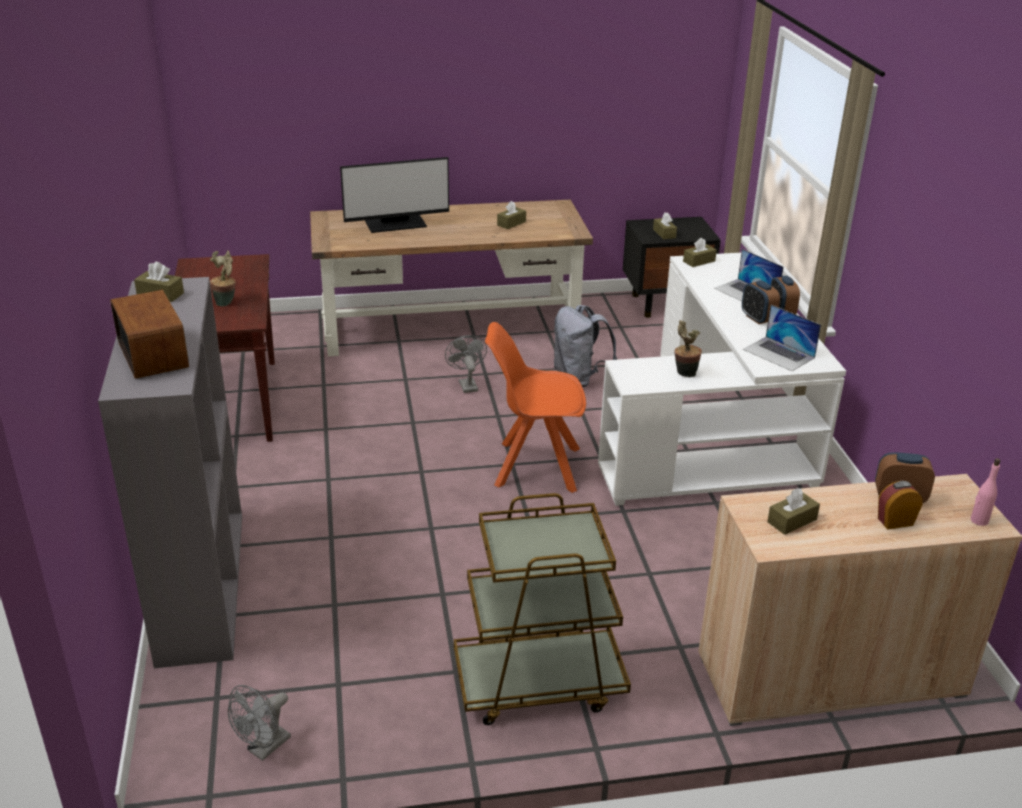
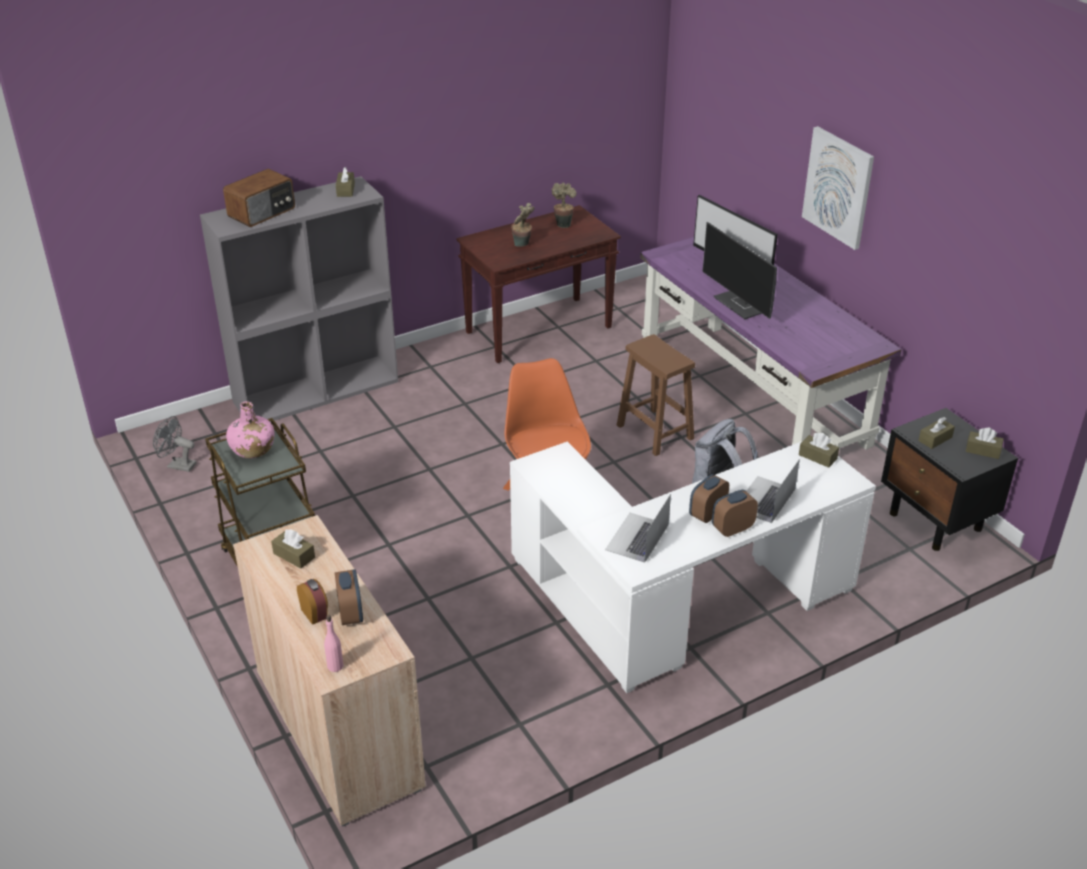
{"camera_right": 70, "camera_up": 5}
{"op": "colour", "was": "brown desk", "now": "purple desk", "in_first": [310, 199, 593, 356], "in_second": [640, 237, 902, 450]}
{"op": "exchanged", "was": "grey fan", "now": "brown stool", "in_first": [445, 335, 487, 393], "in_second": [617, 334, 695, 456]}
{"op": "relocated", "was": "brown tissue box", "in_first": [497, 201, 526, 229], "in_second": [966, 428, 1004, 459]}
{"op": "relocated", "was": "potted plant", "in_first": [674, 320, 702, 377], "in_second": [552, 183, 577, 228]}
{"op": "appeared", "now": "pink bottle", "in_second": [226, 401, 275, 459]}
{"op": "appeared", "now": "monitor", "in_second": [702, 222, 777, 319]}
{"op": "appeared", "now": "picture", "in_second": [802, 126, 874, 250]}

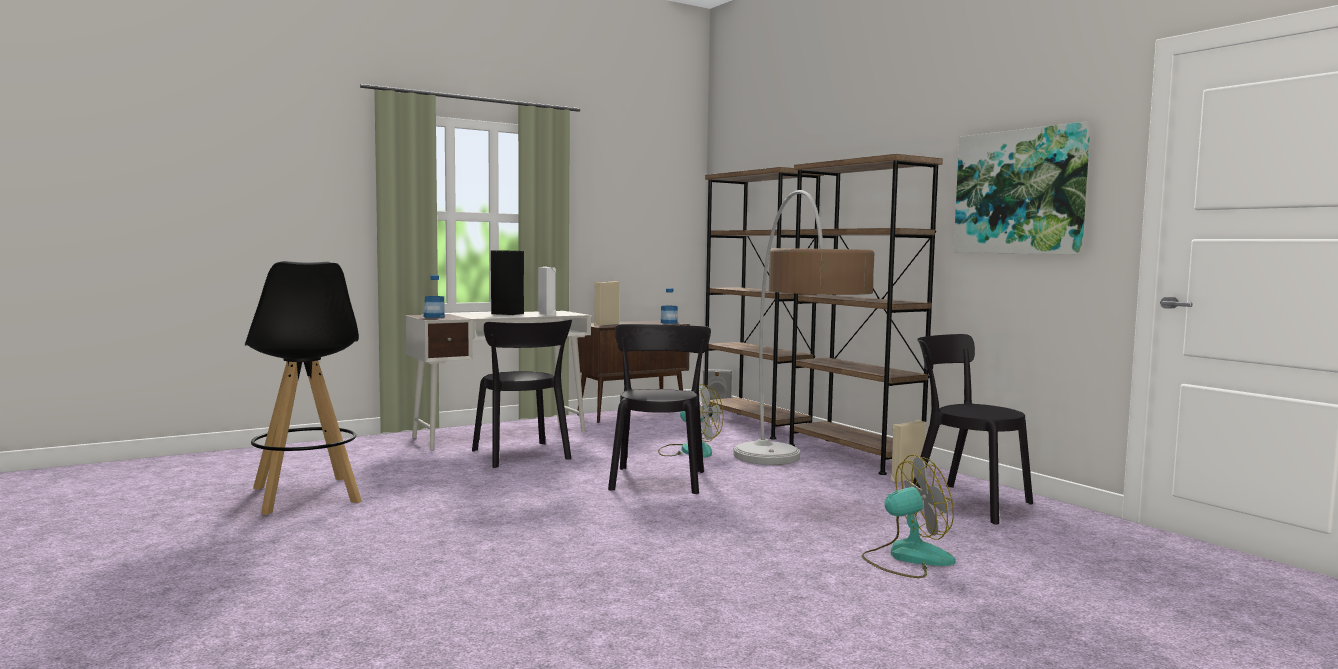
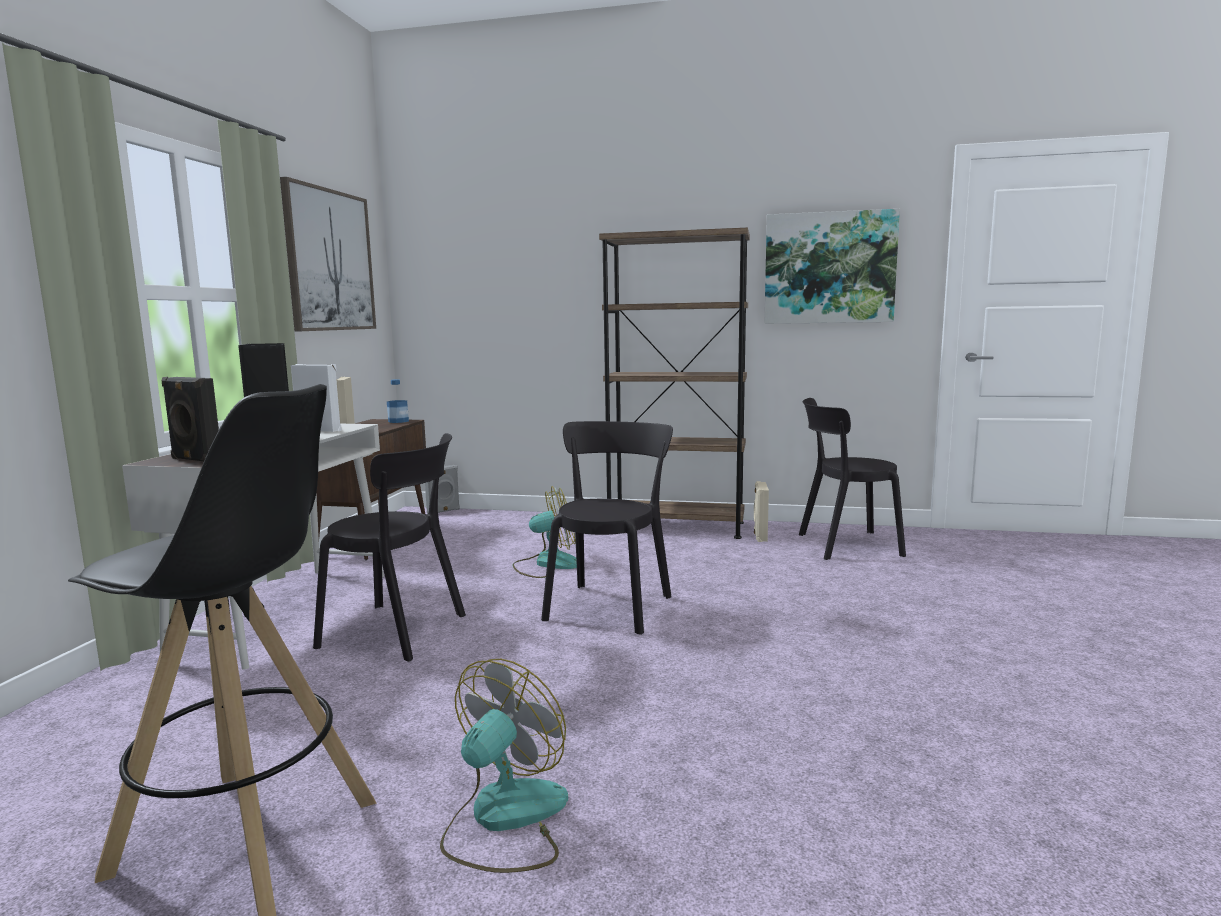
{"camera_right": -45, "camera_up": 5}
{"op": "exchanged", "was": "bottle", "now": "black speaker", "in_first": [424, 275, 445, 318], "in_second": [161, 377, 219, 462]}
{"op": "spun", "was": "black chair", "in_first": [608, 324, 711, 494], "in_second": [541, 421, 673, 635], "clockwise": 60}
{"op": "missing", "was": "brown bookcase", "in_first": [704, 167, 824, 440]}
{"op": "missing", "was": "floor lamp", "in_first": [733, 190, 874, 465]}
{"op": "relocated", "was": "fan", "in_first": [862, 455, 955, 578], "in_second": [440, 659, 568, 873]}
{"op": "appeared", "now": "picture", "in_second": [280, 177, 376, 331]}

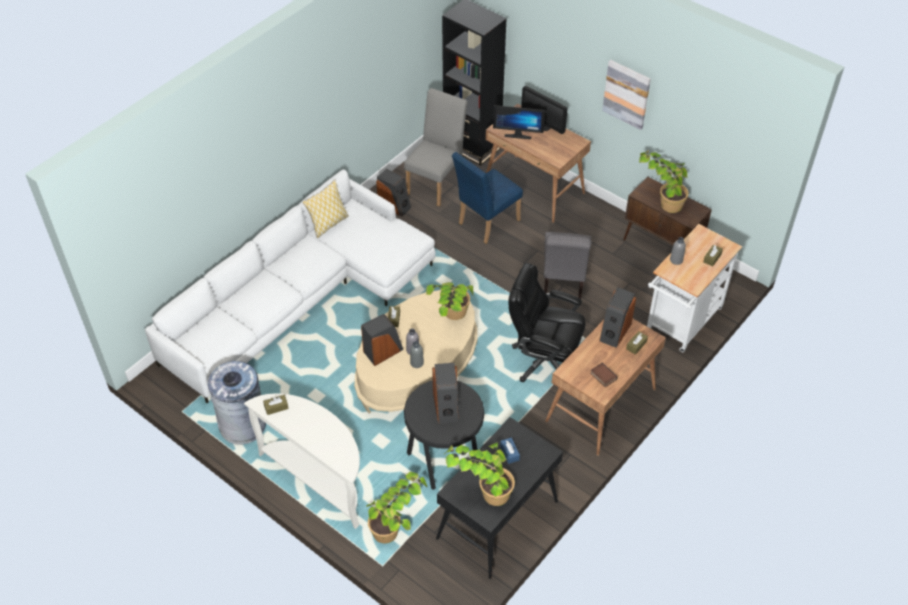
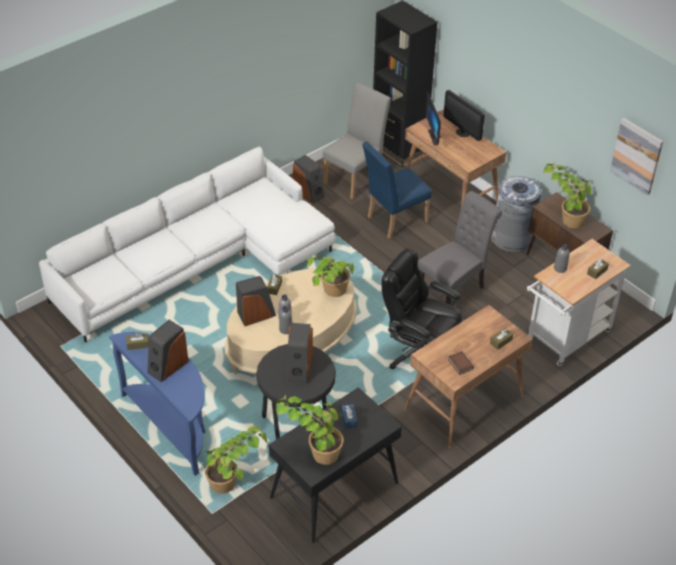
{"camera_right": 10, "camera_up": -5}
{"op": "relocated", "was": "grey trash can", "in_first": [208, 361, 266, 445], "in_second": [492, 176, 541, 253]}
{"op": "colour", "was": "white console table", "now": "blue console table", "in_first": [244, 394, 360, 529], "in_second": [109, 332, 206, 476]}
{"op": "missing", "was": "pillow", "in_first": [303, 180, 349, 238]}
{"op": "spun", "was": "monitor", "in_first": [493, 105, 545, 139], "in_second": [426, 92, 442, 146], "clockwise": 60}
{"op": "spun", "was": "grey chair", "in_first": [544, 232, 591, 299], "in_second": [418, 191, 502, 304], "clockwise": -150}
{"op": "relocated", "was": "speaker", "in_first": [599, 287, 636, 348], "in_second": [147, 320, 189, 382]}
{"op": "relocated", "was": "picture", "in_first": [602, 60, 651, 130], "in_second": [610, 118, 663, 195]}

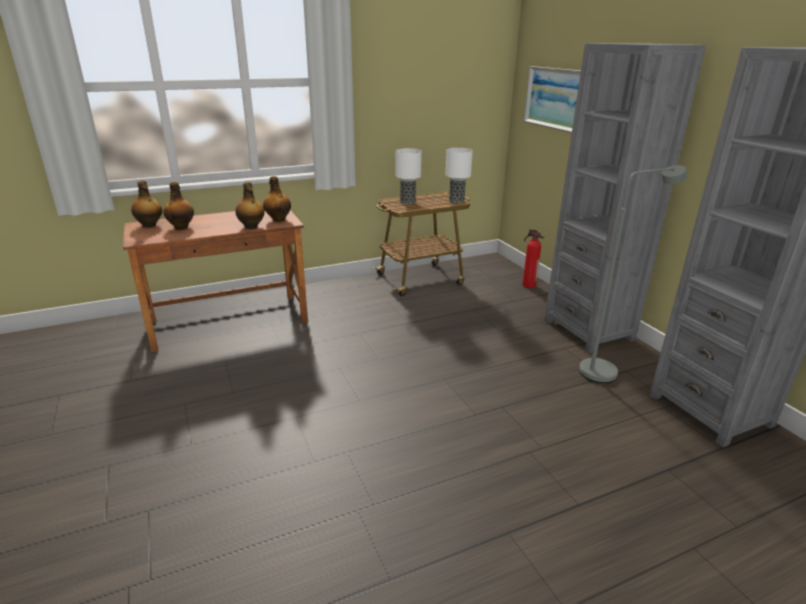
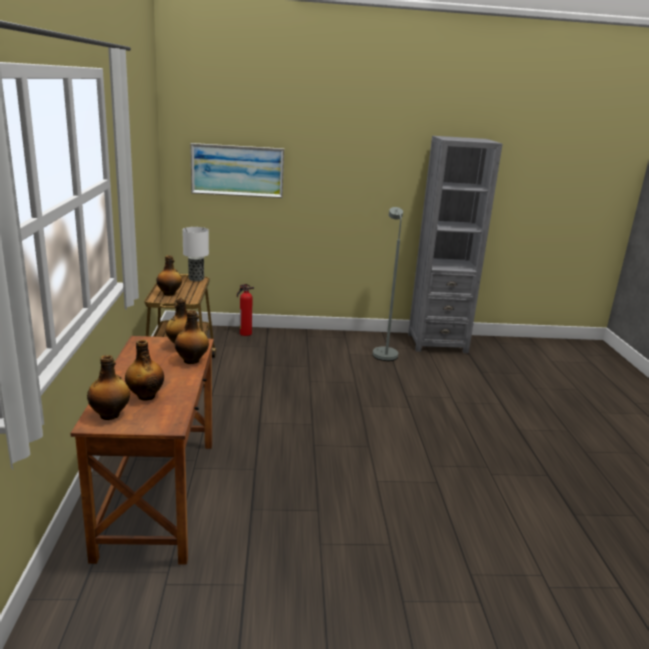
{"camera_right": -70, "camera_up": -5}
{"op": "exchanged", "was": "table lamp", "now": "bottle", "in_first": [396, 148, 422, 204], "in_second": [156, 255, 182, 296]}
{"op": "missing", "was": "grey bookcase", "in_first": [544, 43, 706, 353]}

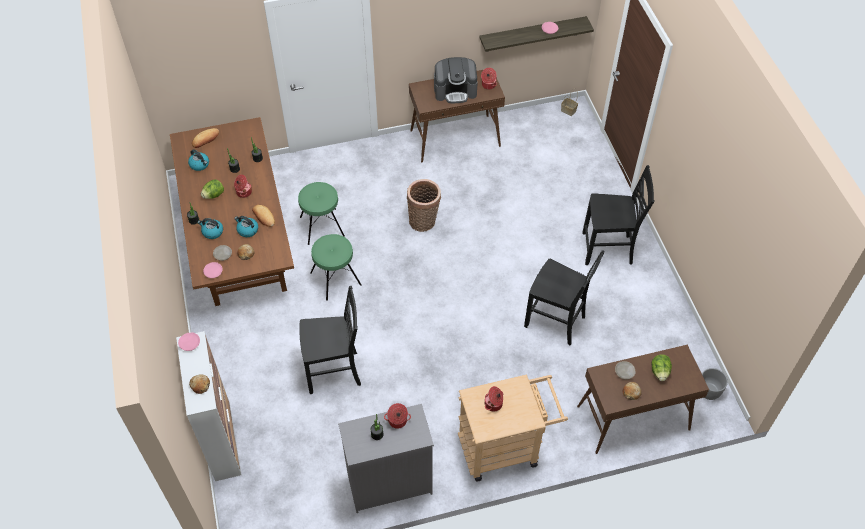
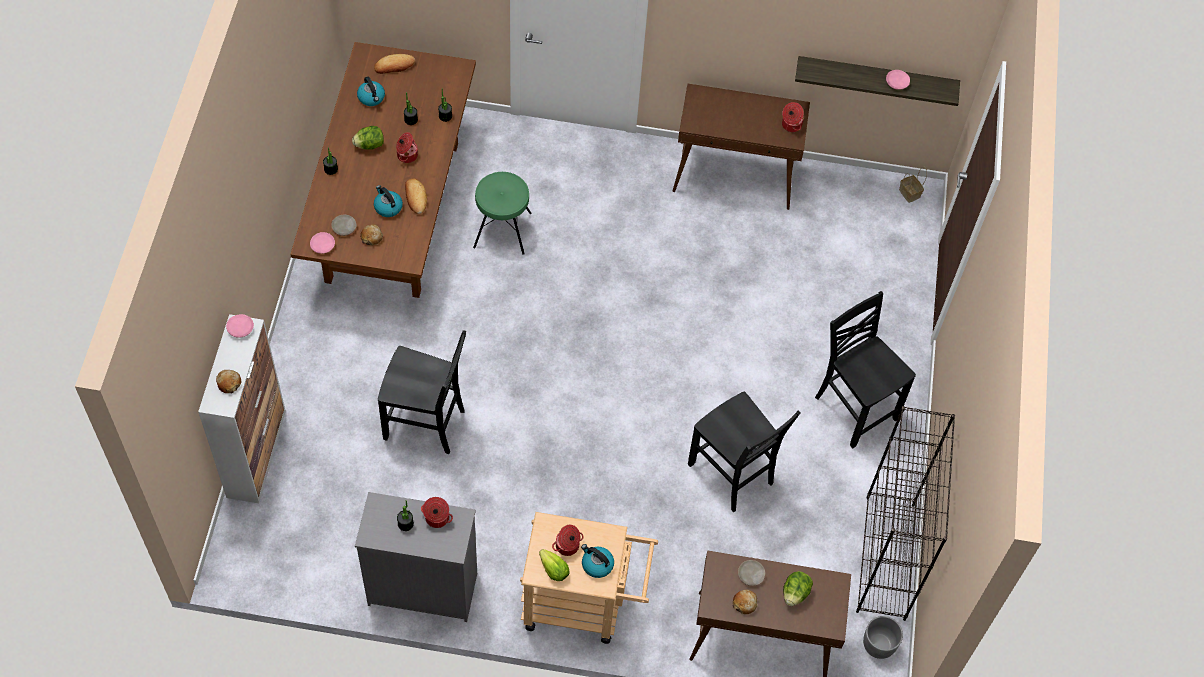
{"camera_right": 20, "camera_up": 5}
{"op": "relocated", "was": "kettle", "in_first": [198, 218, 223, 239], "in_second": [581, 544, 614, 578]}
{"op": "missing", "was": "green stool", "in_first": [310, 234, 362, 301]}
{"op": "missing", "was": "basket", "in_first": [407, 179, 441, 232]}
{"op": "missing", "was": "coffee machine", "in_first": [434, 57, 478, 103]}
{"op": "spun", "was": "black chair", "in_first": [583, 165, 655, 265], "in_second": [815, 291, 916, 448], "clockwise": -150}
{"op": "appeared", "now": "lettuce", "in_second": [539, 549, 570, 581]}
{"op": "appeared", "now": "black bookcase", "in_second": [856, 406, 955, 621]}

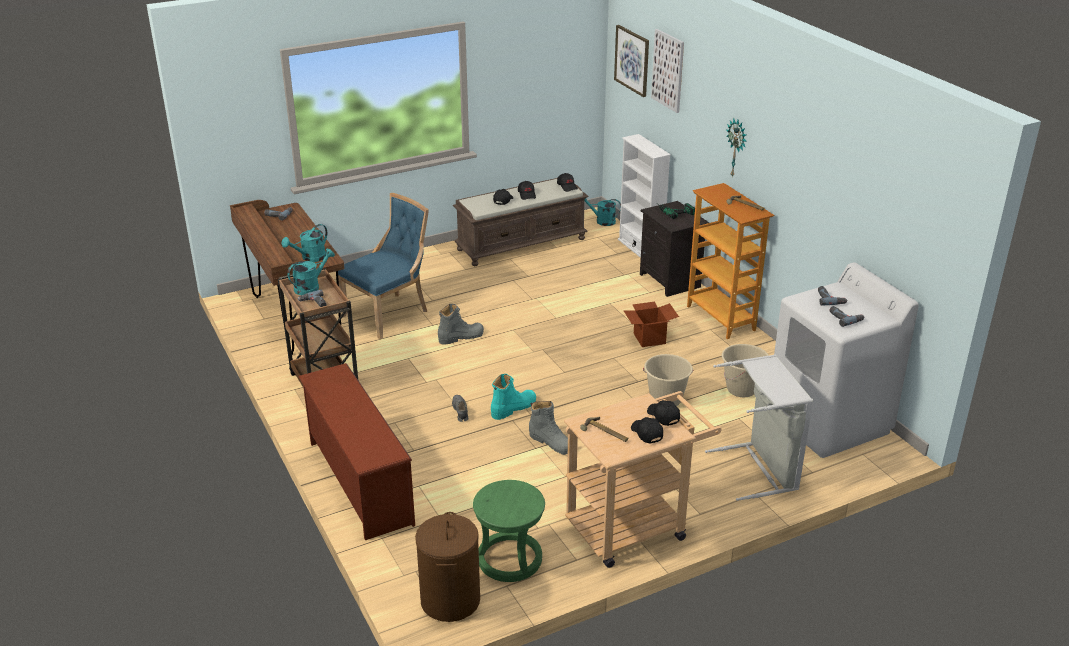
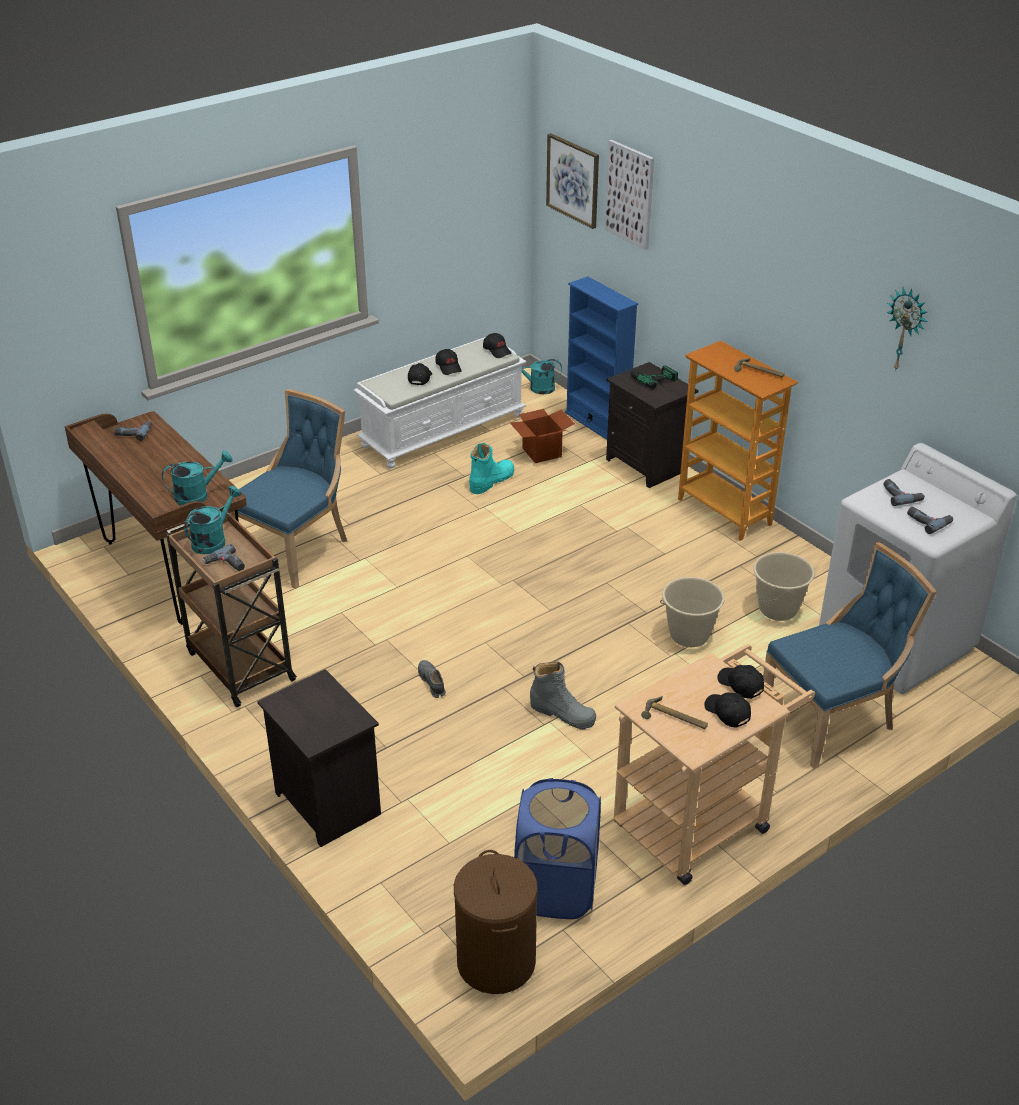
{"camera_right": -10, "camera_up": 5}
{"op": "spun", "was": "turquoise watering can", "in_first": [282, 224, 327, 262], "in_second": [162, 450, 233, 506], "clockwise": -150}
{"op": "exchanged", "was": "brown shoe rack", "now": "black nightstand", "in_first": [299, 363, 415, 540], "in_second": [257, 669, 381, 847]}
{"op": "missing", "was": "grey boot", "in_first": [438, 304, 484, 345]}
{"op": "colour", "was": "brown bench", "now": "white bench", "in_first": [453, 178, 589, 266], "in_second": [353, 337, 527, 468]}
{"op": "exchanged", "was": "green stool", "now": "blue laundry basket", "in_first": [473, 480, 545, 582], "in_second": [514, 778, 601, 919]}
{"op": "relocated", "was": "turquoise boot", "in_first": [491, 374, 536, 420], "in_second": [469, 443, 514, 494]}
{"op": "colour", "was": "white bookcase", "now": "blue bookcase", "in_first": [618, 134, 671, 258], "in_second": [565, 276, 638, 440]}
{"op": "relocated", "was": "cardboard box", "in_first": [623, 302, 679, 347], "in_second": [510, 409, 575, 463]}
{"op": "exchanged", "was": "grey laundry basket", "now": "blue chair", "in_first": [705, 355, 813, 501], "in_second": [763, 542, 937, 769]}
{"op": "relocated", "was": "wall clock", "in_first": [726, 118, 747, 176], "in_second": [887, 287, 927, 372]}

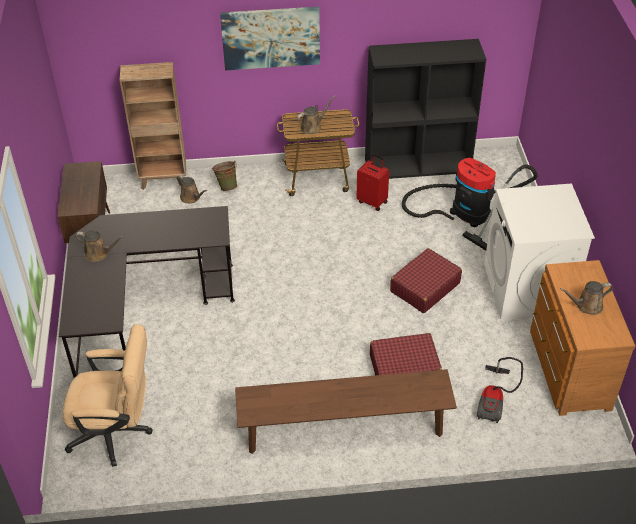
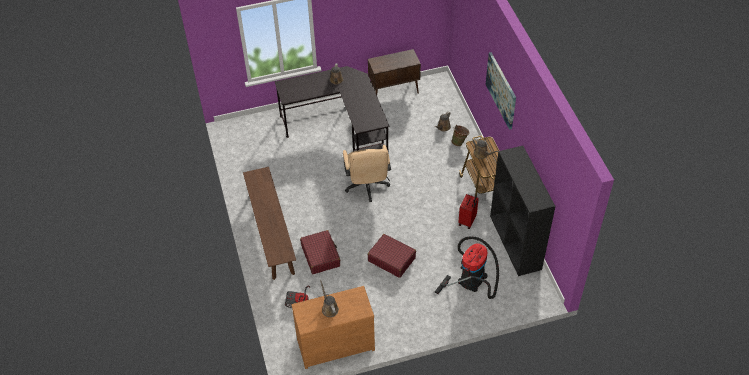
{"camera_right": 80, "camera_up": 5}
{"op": "relocated", "was": "beige office chair", "in_first": [63, 324, 152, 467], "in_second": [343, 145, 391, 202]}
{"op": "missing", "was": "brown bookcase", "in_first": [120, 62, 186, 190]}
{"op": "missing", "was": "white washing machine", "in_first": [484, 184, 595, 320]}

